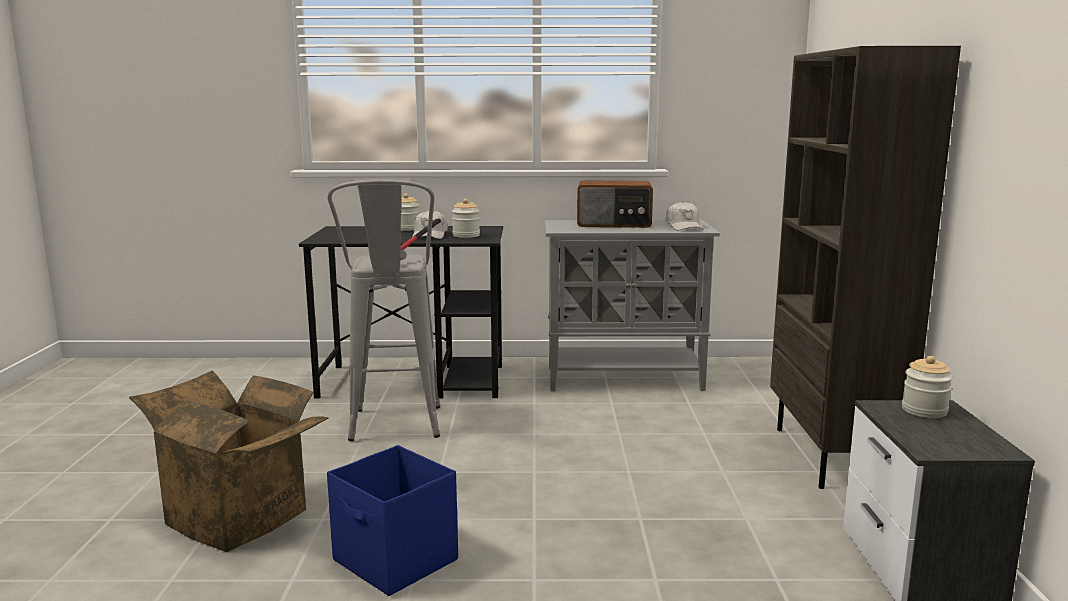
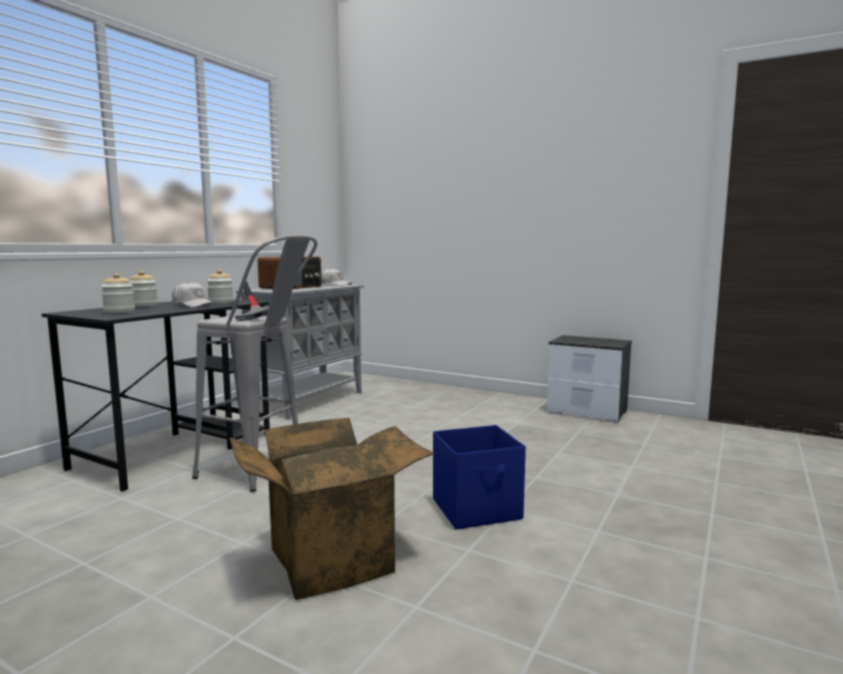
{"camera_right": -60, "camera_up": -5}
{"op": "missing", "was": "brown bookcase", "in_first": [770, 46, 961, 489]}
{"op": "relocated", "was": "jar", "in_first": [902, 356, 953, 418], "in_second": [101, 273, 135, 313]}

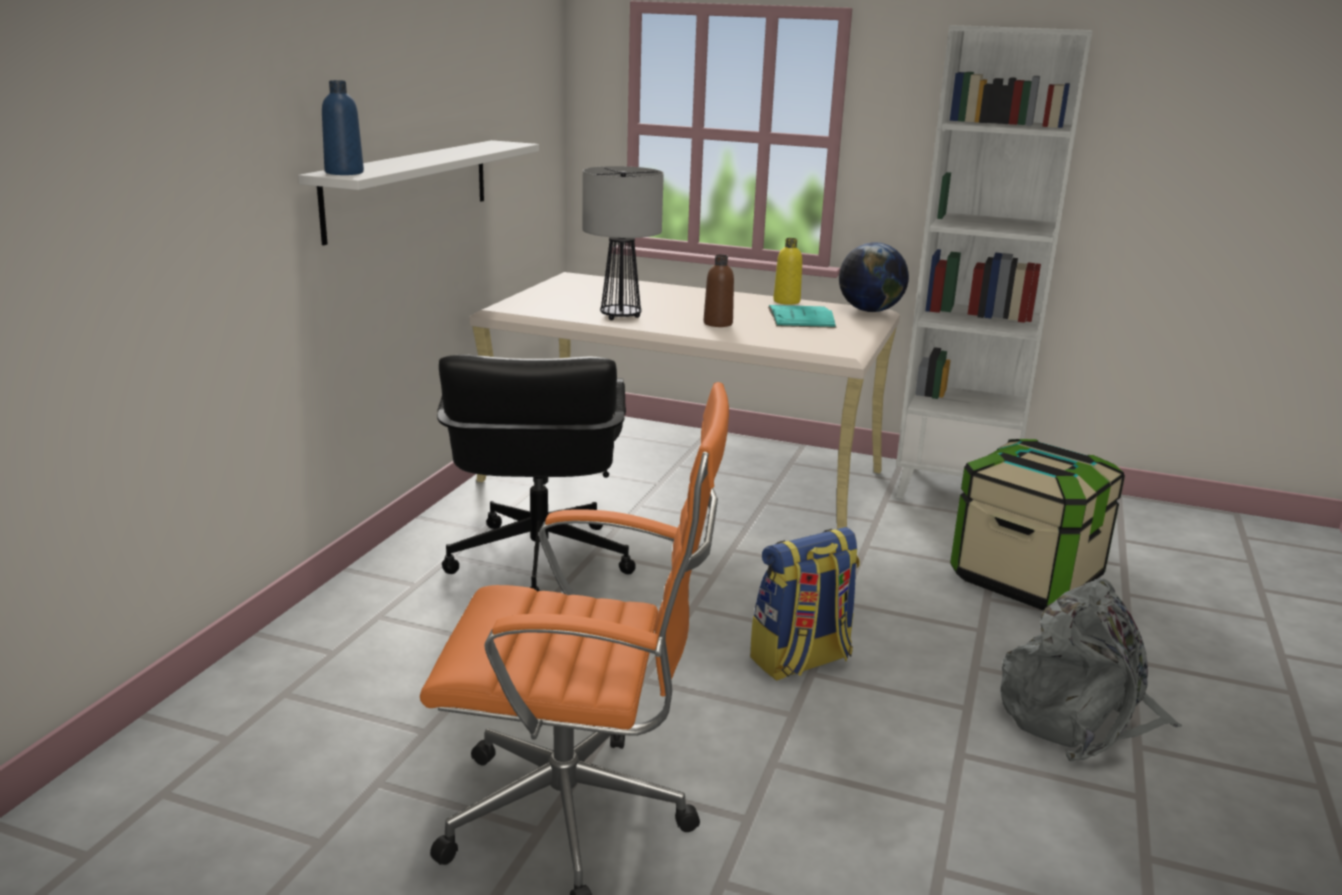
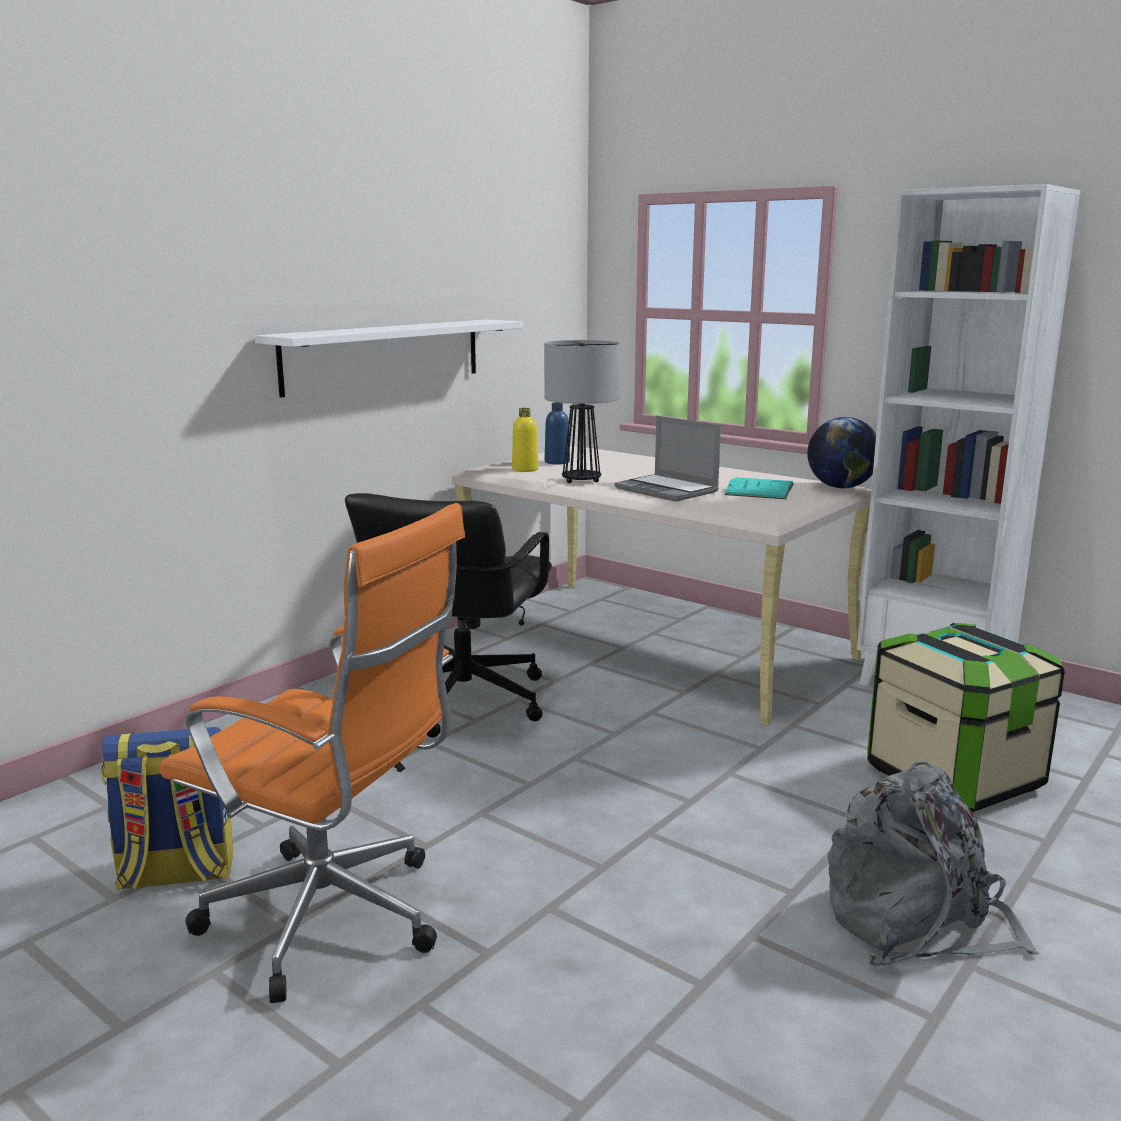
{"camera_right": 20, "camera_up": -5}
{"op": "relocated", "was": "blue bottle", "in_first": [322, 80, 364, 175], "in_second": [545, 402, 570, 465]}
{"op": "exchanged", "was": "brown bottle", "now": "laptop", "in_first": [704, 255, 734, 327], "in_second": [615, 416, 721, 502]}
{"op": "relocated", "was": "backpack", "in_first": [750, 527, 860, 681], "in_second": [102, 727, 233, 890]}
{"op": "relocated", "was": "yellow bottle", "in_first": [773, 238, 802, 305], "in_second": [512, 408, 538, 472]}

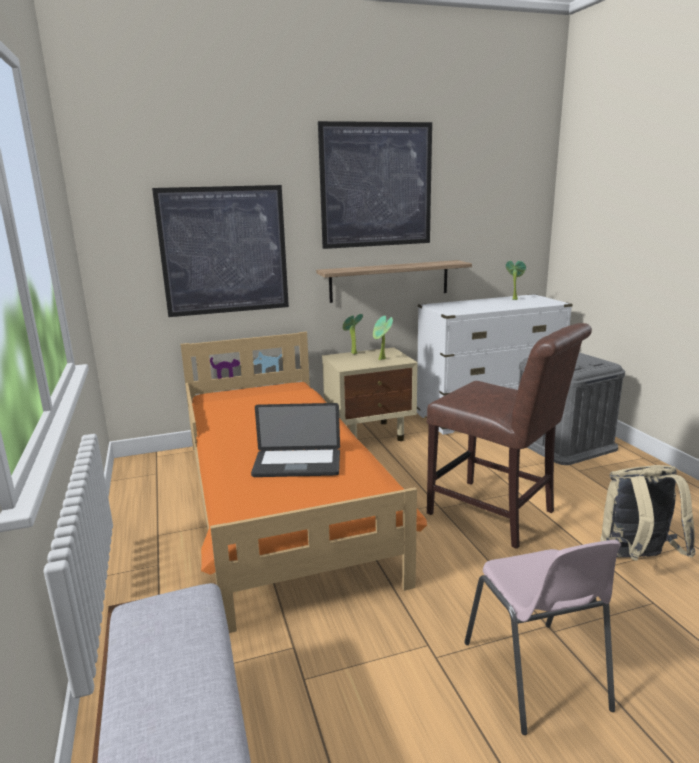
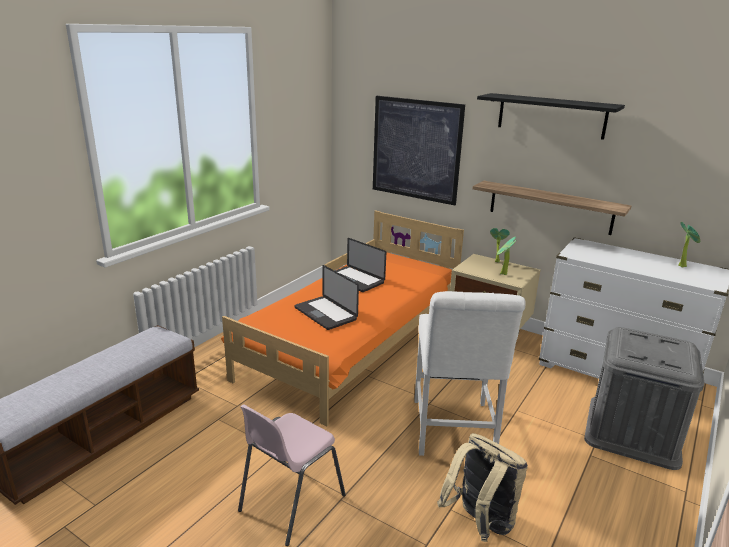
{"camera_right": 50, "camera_up": 5}
{"op": "exchanged", "was": "picture", "now": "black shelf", "in_first": [318, 121, 432, 249], "in_second": [477, 93, 625, 140]}
{"op": "colour", "was": "brown chair", "now": "white chair", "in_first": [427, 323, 592, 549], "in_second": [414, 291, 526, 456]}
{"op": "appeared", "now": "laptop", "in_second": [335, 238, 386, 292]}

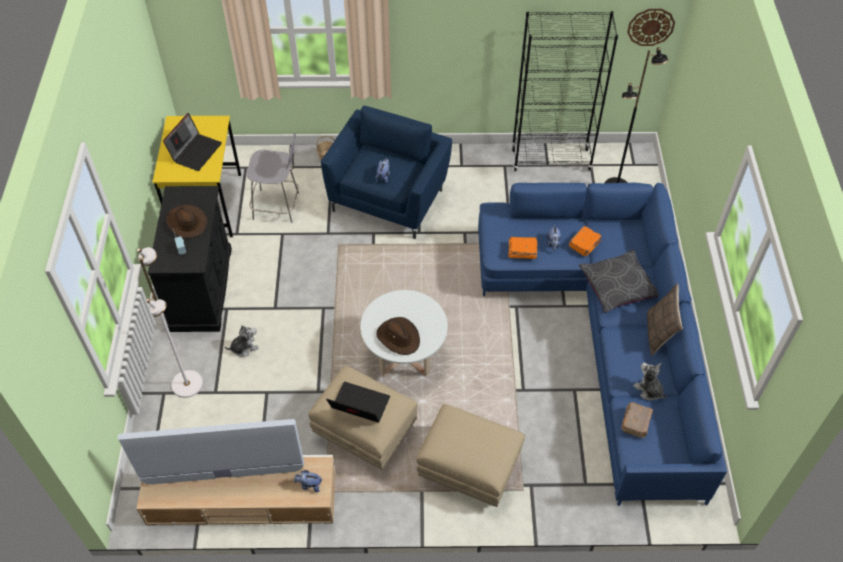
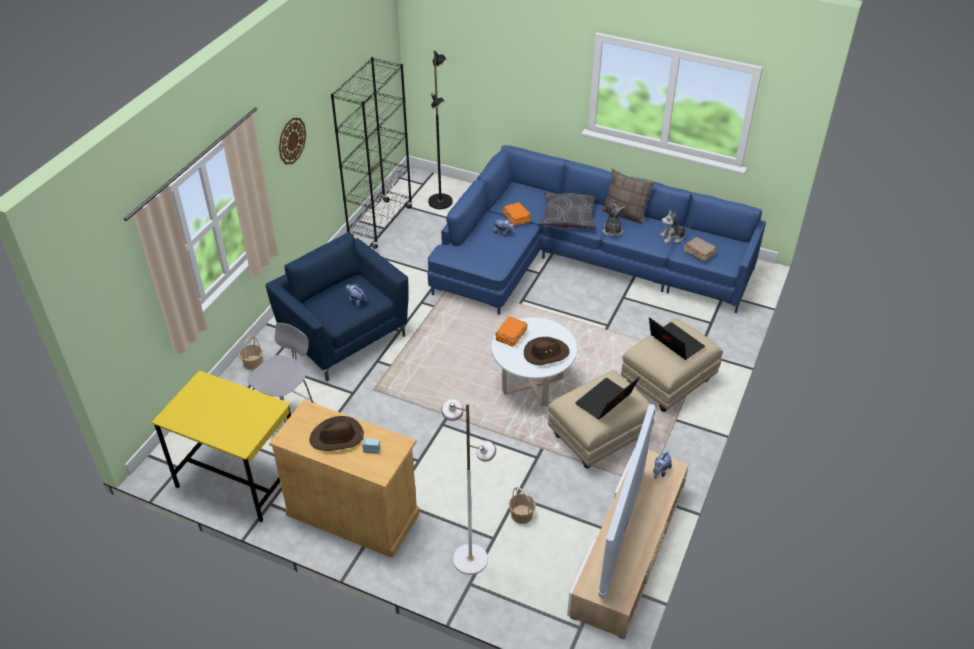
{"camera_right": -65, "camera_up": -10}
{"op": "colour", "was": "black cabinet", "now": "beige cabinet", "in_first": [148, 186, 232, 332], "in_second": [269, 400, 420, 558]}
{"op": "relocated", "was": "laptop", "in_first": [163, 113, 222, 171], "in_second": [649, 317, 705, 360]}
{"op": "relocated", "was": "plush toy", "in_first": [225, 325, 259, 357], "in_second": [603, 204, 625, 236]}
{"op": "relocated", "was": "orange book", "in_first": [508, 237, 537, 259], "in_second": [495, 317, 528, 347]}
{"op": "relocated", "was": "wall clock", "in_first": [627, 9, 675, 46], "in_second": [279, 118, 306, 164]}
{"op": "appeared", "now": "basket", "in_second": [509, 487, 536, 524]}

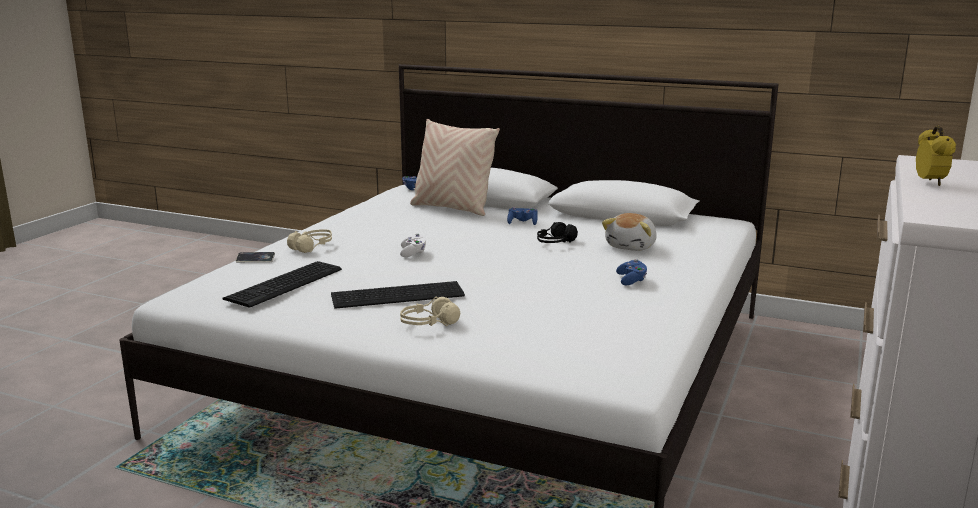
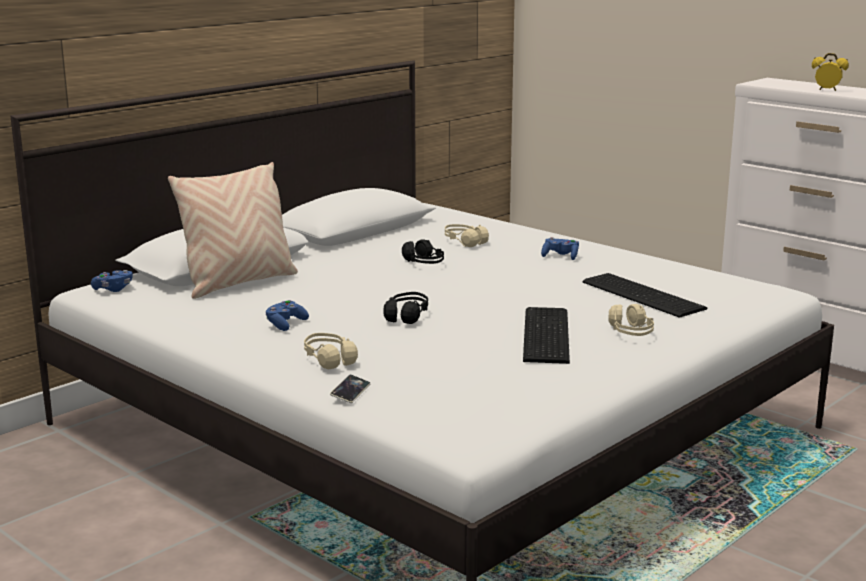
{"camera_right": -70, "camera_up": 0}
{"op": "relocated", "was": "keyboard", "in_first": [223, 261, 342, 308], "in_second": [583, 273, 707, 318]}
{"op": "exchanged", "was": "white game controller", "now": "black headphones", "in_first": [400, 234, 426, 257], "in_second": [384, 292, 428, 324]}
{"op": "relocated", "was": "blue game controller", "in_first": [507, 207, 538, 225], "in_second": [266, 300, 309, 331]}
{"op": "exchanged", "was": "plush toy", "now": "beige headphones", "in_first": [602, 213, 657, 251], "in_second": [445, 224, 489, 247]}

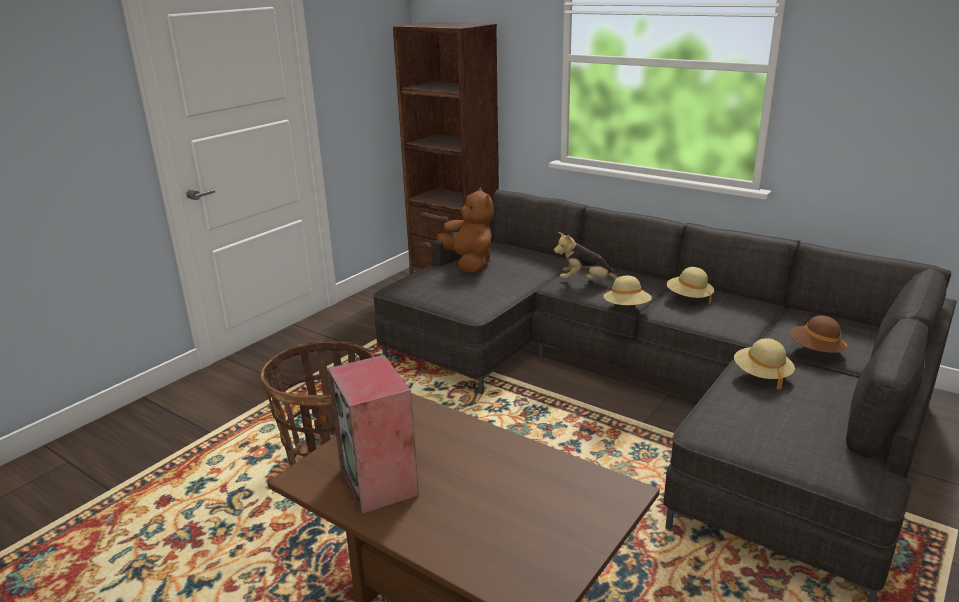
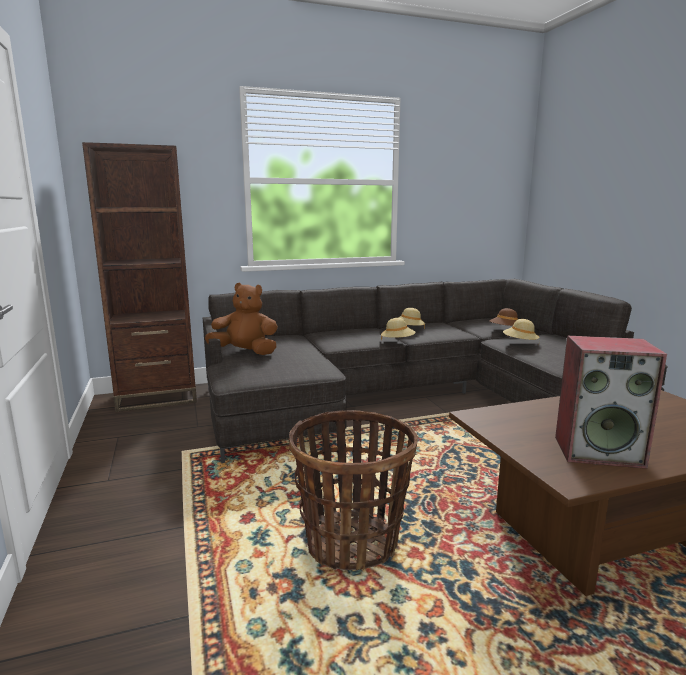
{"camera_right": -55, "camera_up": -10}
{"op": "missing", "was": "plush toy", "in_first": [554, 232, 620, 280]}

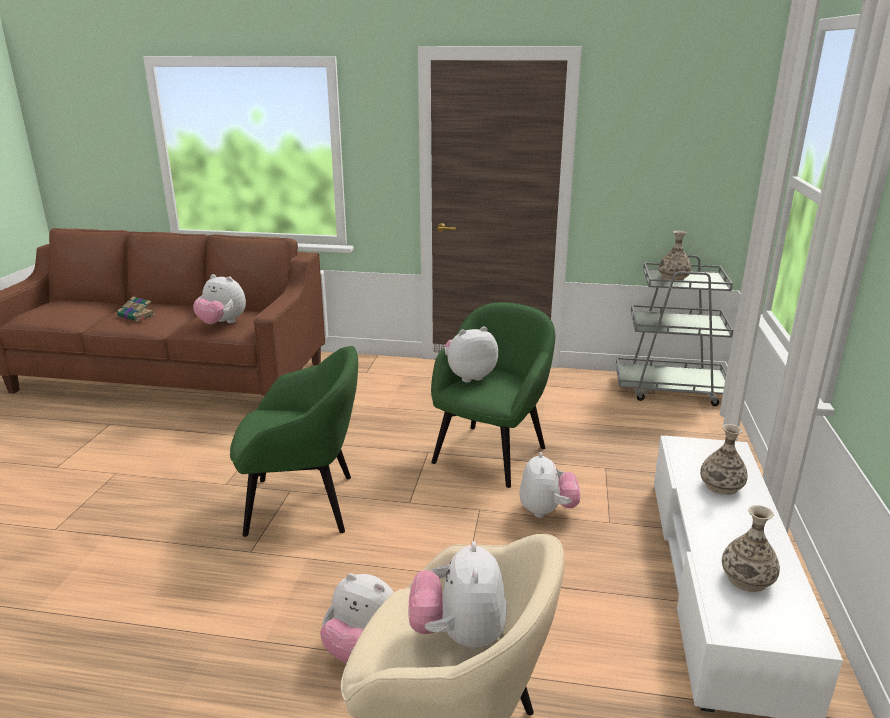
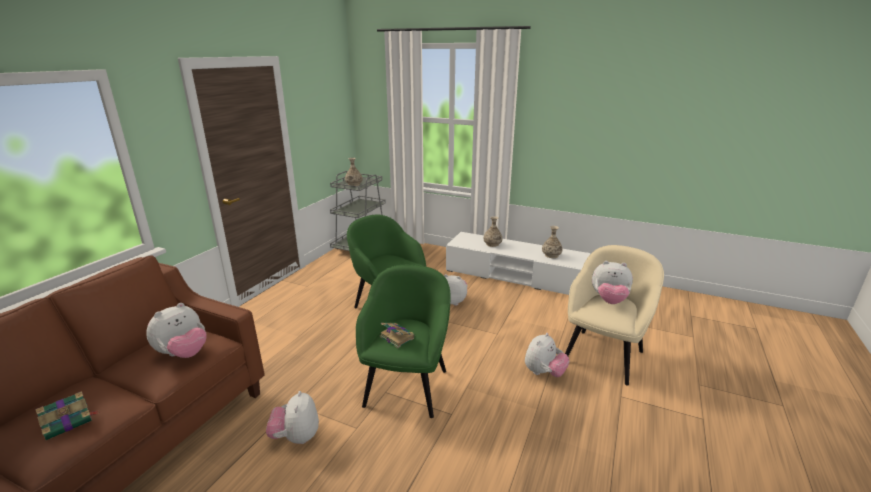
{"camera_right": -75, "camera_up": 0}
{"op": "relocated", "was": "plush toy", "in_first": [444, 327, 498, 382], "in_second": [266, 391, 319, 444]}
{"op": "appeared", "now": "book", "in_second": [380, 323, 415, 348]}

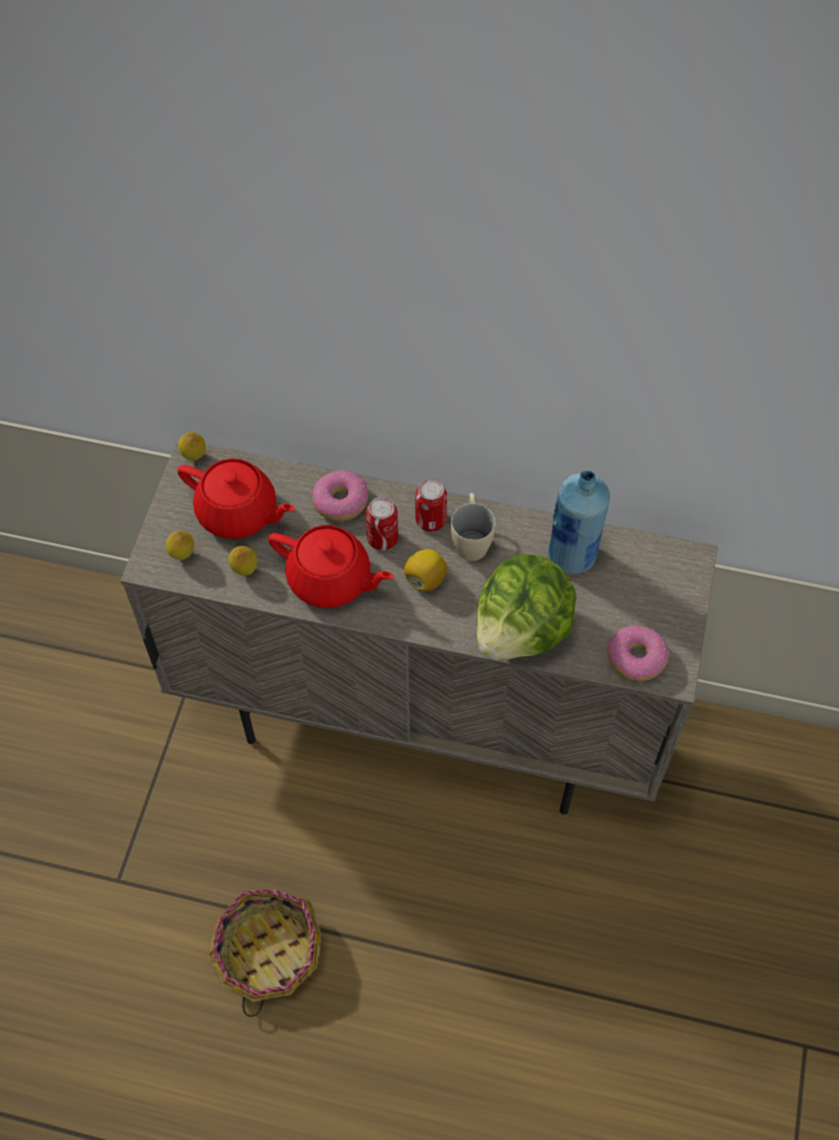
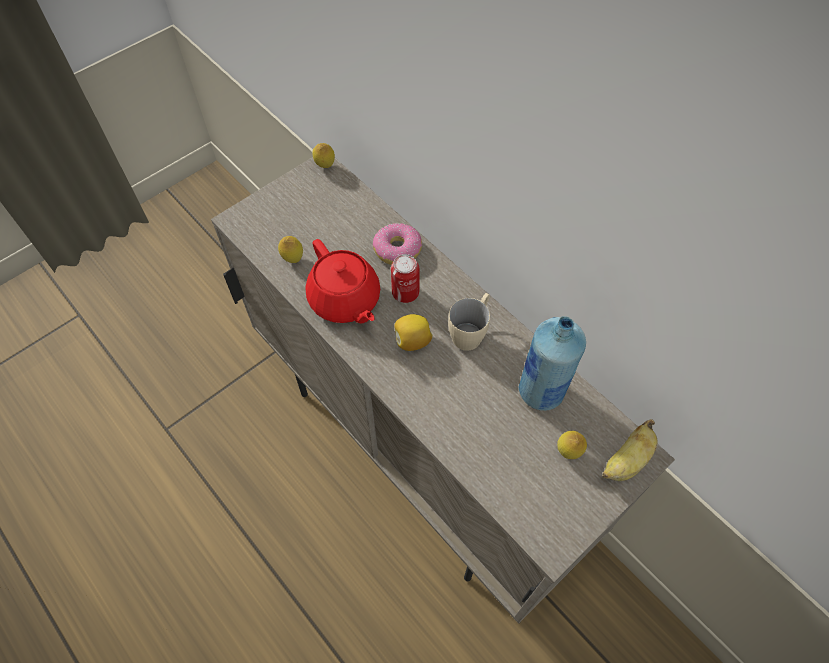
{"camera_right": 35, "camera_up": 0}
{"op": "relocated", "was": "lemon", "in_first": [166, 531, 194, 560], "in_second": [557, 431, 587, 459]}
{"op": "missing", "was": "red teapot", "in_first": [177, 458, 295, 539]}
{"op": "missing", "was": "basket", "in_first": [209, 889, 322, 1017]}
{"op": "missing", "was": "can", "in_first": [415, 478, 447, 532]}
{"op": "missing", "was": "lettuce", "in_first": [476, 554, 576, 660]}
{"op": "missing", "was": "donut", "in_first": [607, 625, 668, 681]}
{"op": "appeared", "now": "banana", "in_second": [602, 419, 657, 481]}

